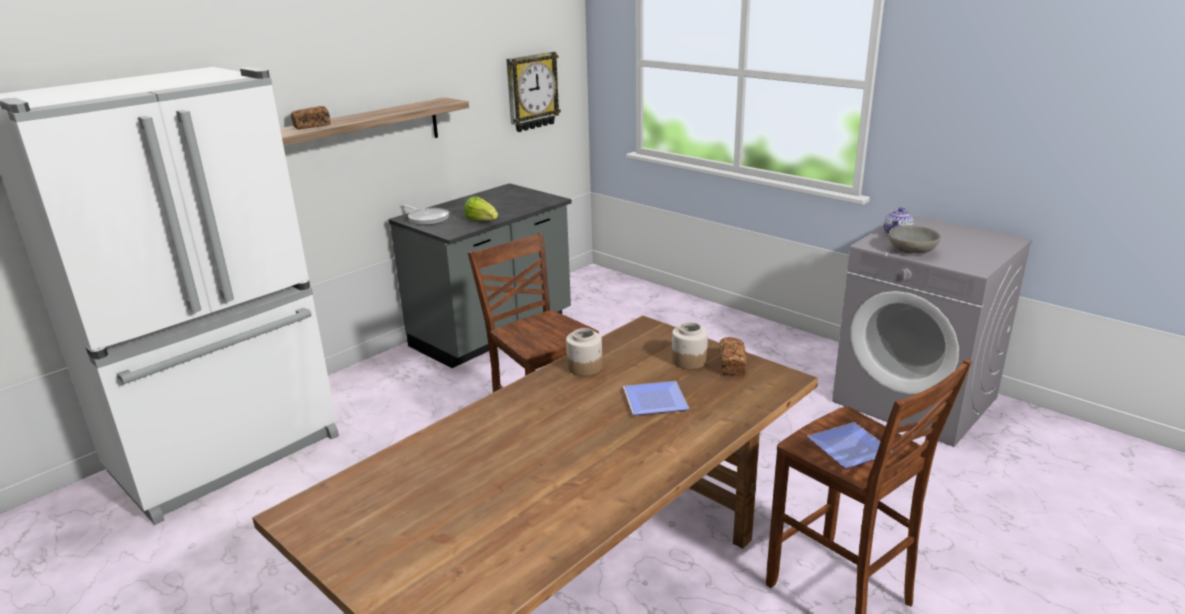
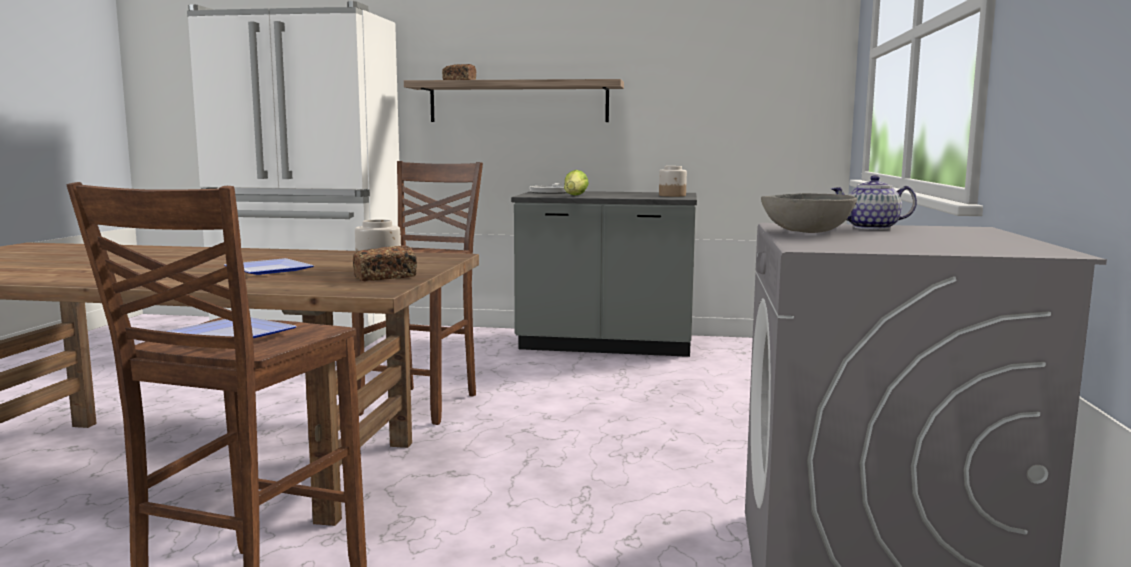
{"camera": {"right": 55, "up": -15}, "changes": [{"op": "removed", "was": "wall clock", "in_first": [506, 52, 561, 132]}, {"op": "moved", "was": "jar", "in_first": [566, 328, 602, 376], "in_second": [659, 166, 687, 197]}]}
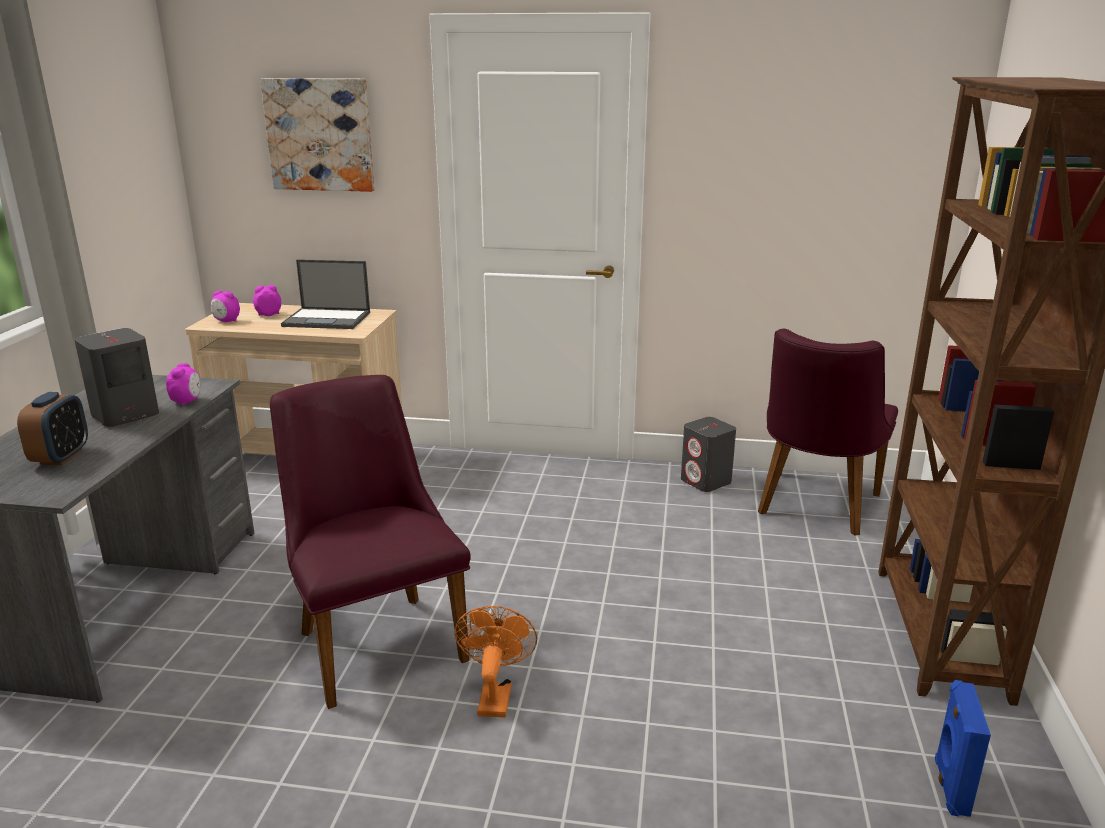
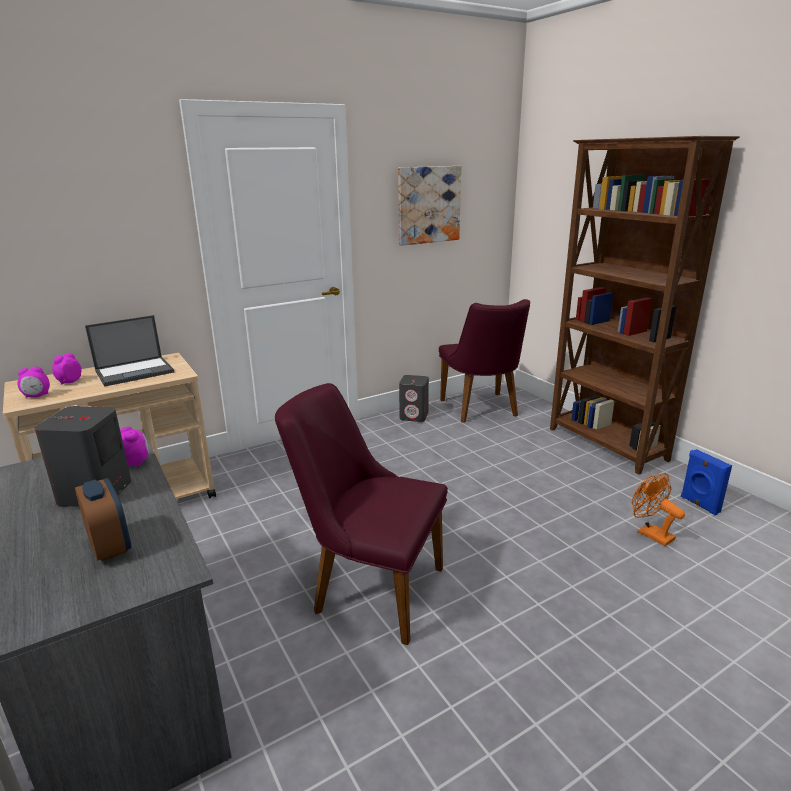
{"camera": {"right": -40, "up": 0}, "changes": [{"op": "moved", "was": "picture", "in_first": [260, 78, 375, 192], "in_second": [398, 166, 461, 246]}, {"op": "moved", "was": "orange fan", "in_first": [454, 606, 537, 718], "in_second": [632, 473, 685, 546]}]}
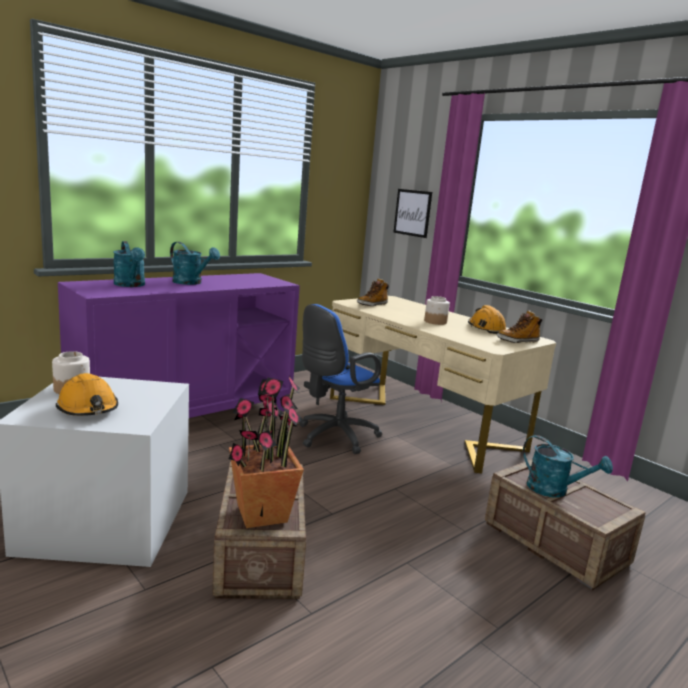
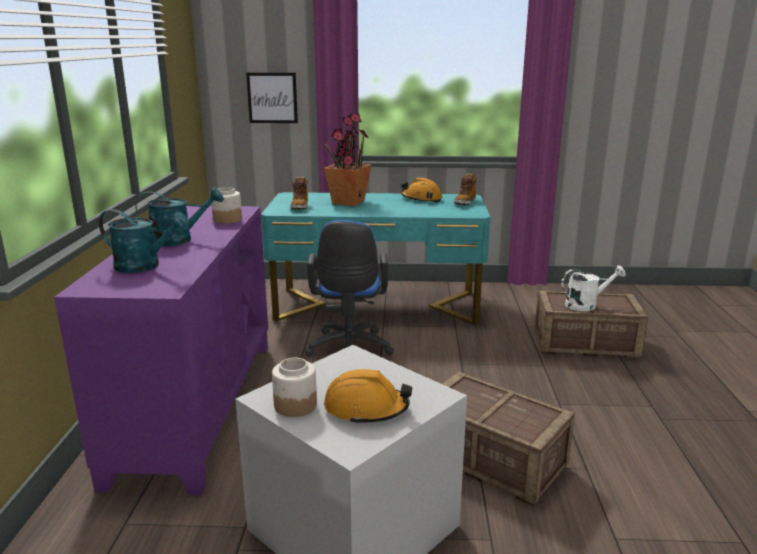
{"camera": {"right": -45, "up": 5}, "changes": [{"op": "moved", "was": "potted plant", "in_first": [229, 376, 304, 528], "in_second": [324, 114, 371, 206]}, {"op": "recoloured", "was": "beige desk", "now": "turquoise desk", "in_first": [330, 296, 556, 473], "in_second": [261, 192, 491, 325]}, {"op": "moved", "was": "jar", "in_first": [424, 296, 450, 325], "in_second": [211, 187, 242, 224]}, {"op": "recoloured", "was": "turquoise watering can", "now": "white watering can", "in_first": [523, 435, 613, 498], "in_second": [561, 265, 626, 311]}]}
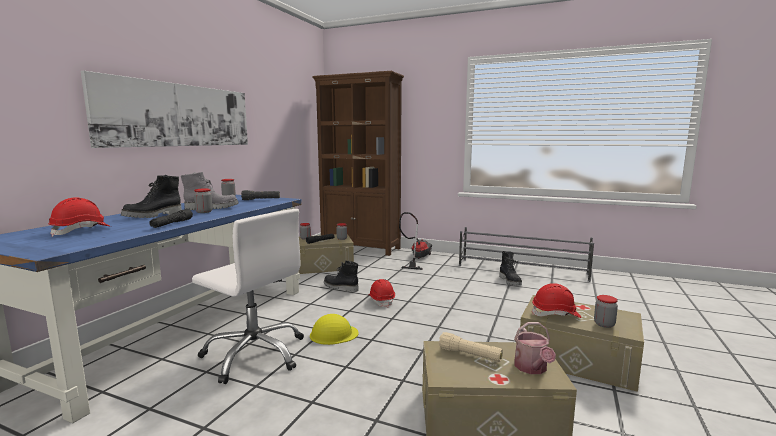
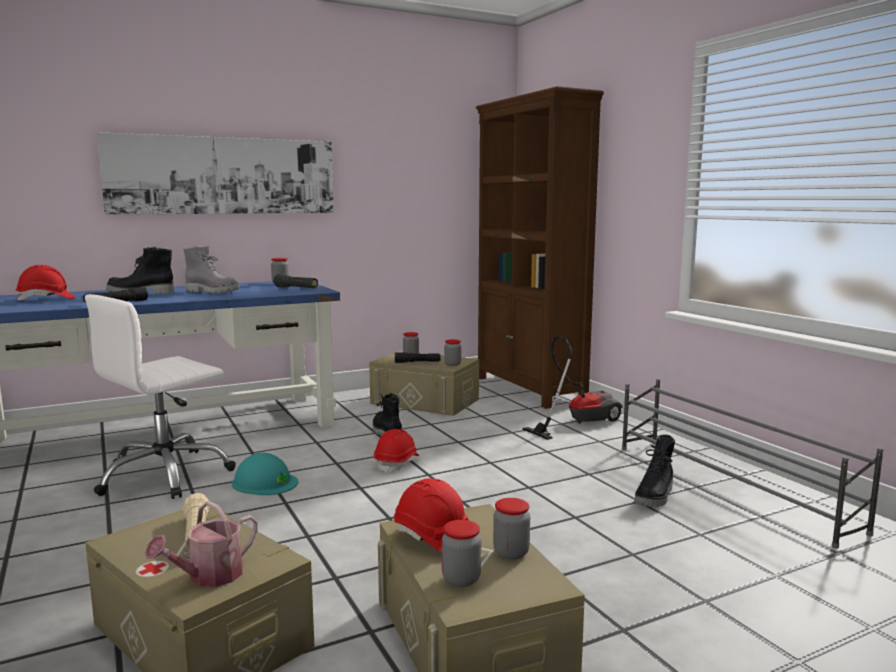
{"camera": {"right": 40, "up": 0}, "changes": [{"op": "turned", "was": "white office chair", "in_first": [192, 209, 304, 384], "in_second": [85, 294, 236, 499], "clockwise": 60}, {"op": "moved", "was": "jar", "in_first": [194, 188, 213, 213], "in_second": [493, 498, 530, 560]}, {"op": "recoloured", "was": "yellow hard hat", "now": "turquoise hard hat", "in_first": [310, 314, 359, 345], "in_second": [232, 453, 298, 495]}]}
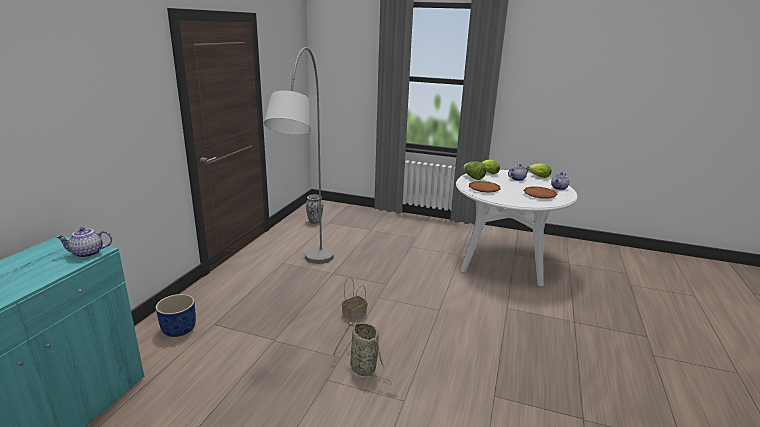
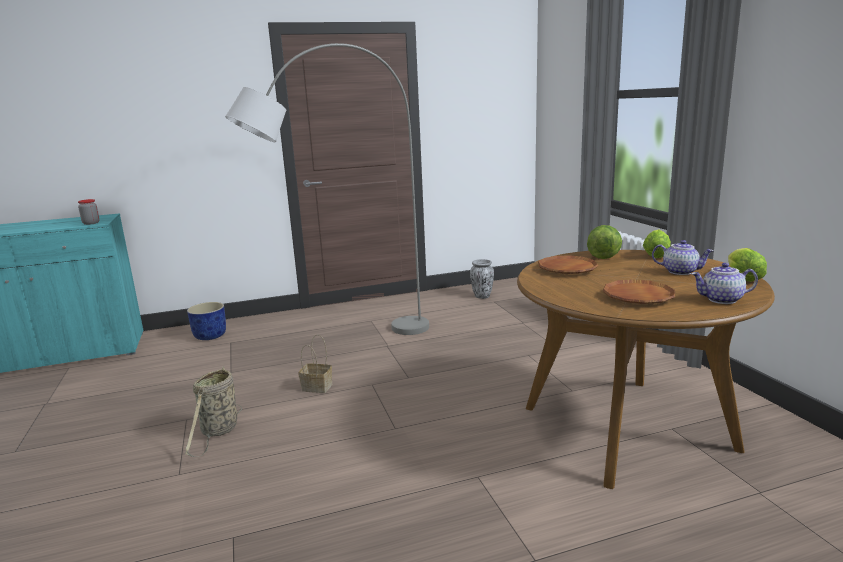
{"camera": {"right": 55, "up": -5}, "changes": [{"op": "replaced", "was": "teapot", "now": "jar", "in_first": [56, 227, 112, 258], "in_second": [78, 199, 100, 225]}, {"op": "recoloured", "was": "white dining table", "now": "brown dining table", "in_first": [456, 170, 578, 286], "in_second": [517, 250, 775, 489]}]}
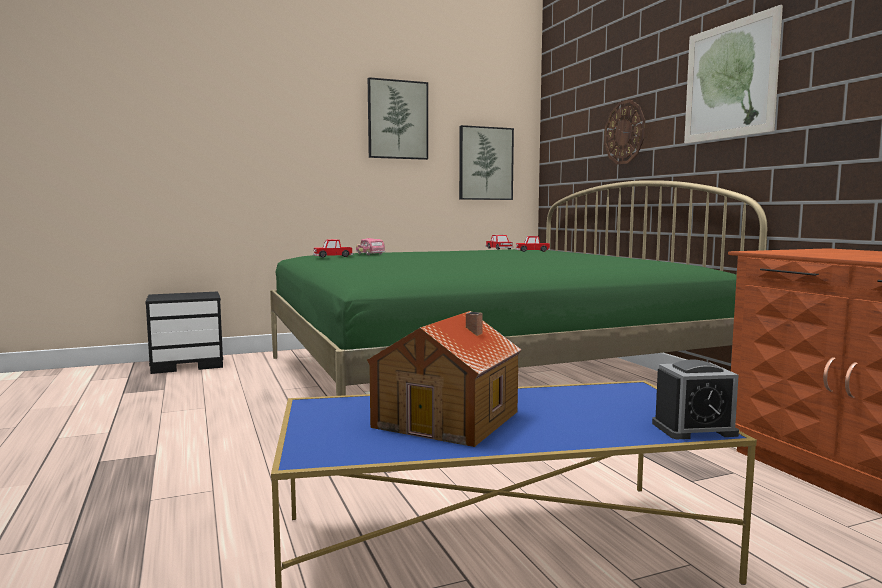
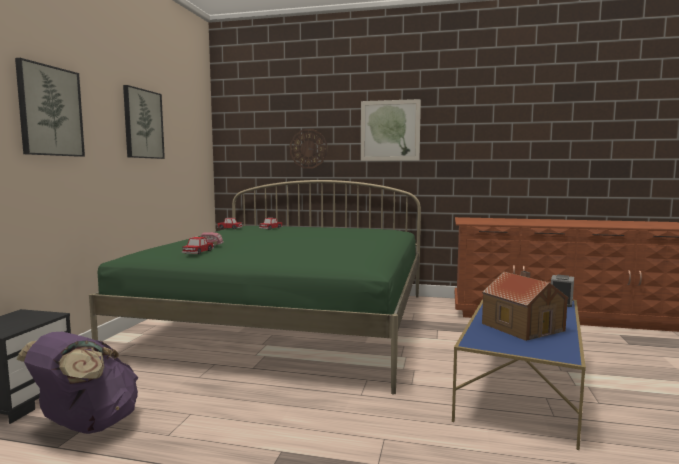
{"camera": {"right": -55, "up": 0}, "changes": [{"op": "moved", "was": "picture", "in_first": [459, 125, 514, 200], "in_second": [15, 58, 85, 157]}, {"op": "added", "now": "purple backpack", "in_second": [16, 332, 138, 434]}]}
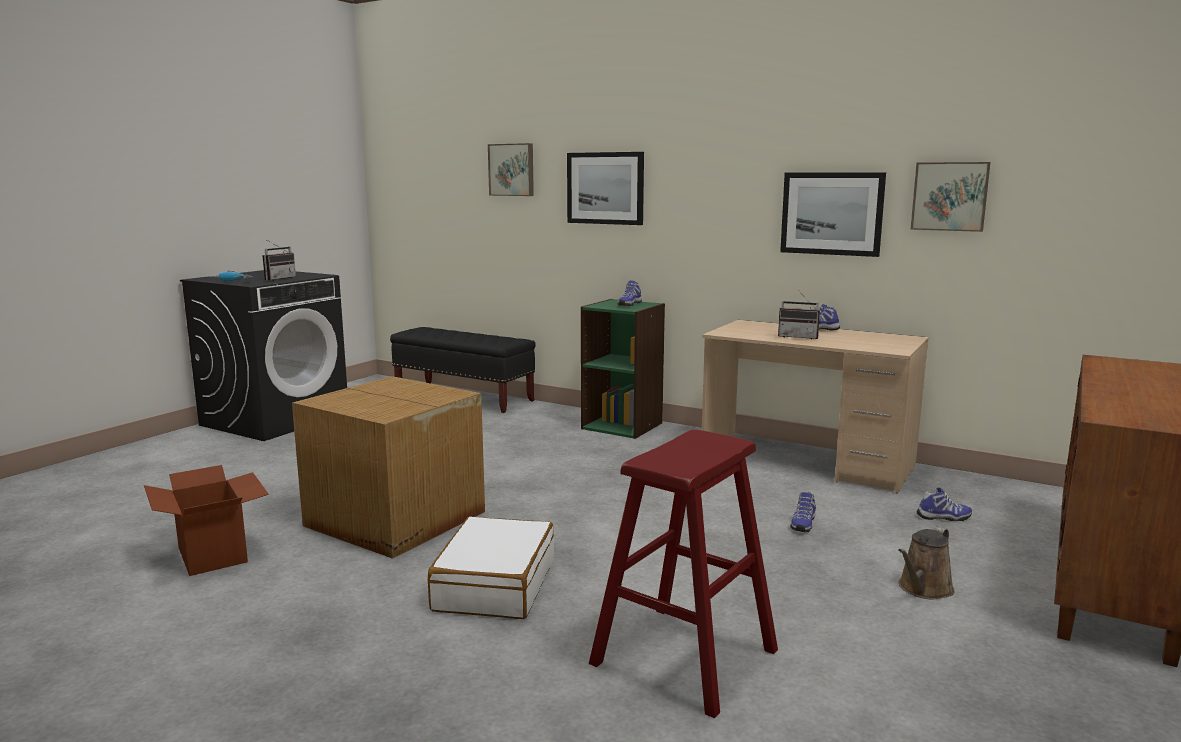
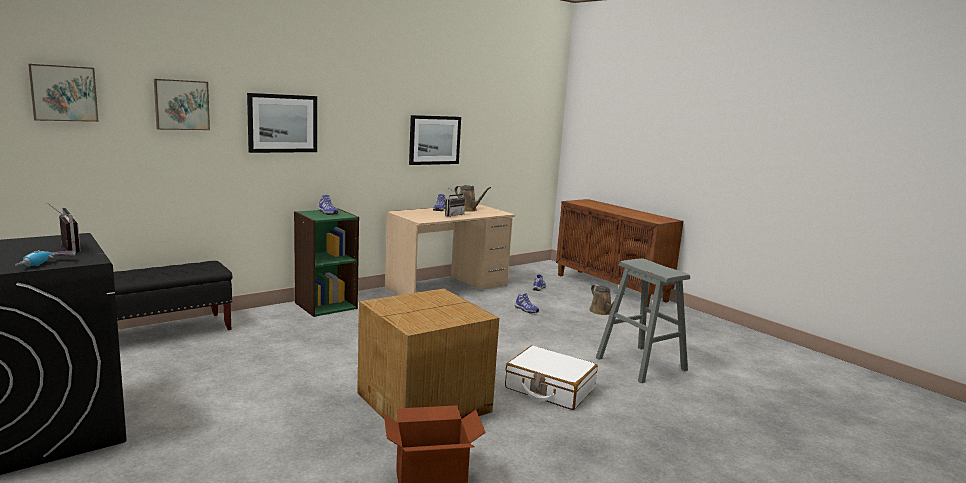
{"camera": {"right": -70, "up": 0}, "changes": [{"op": "recoloured", "was": "red stool", "now": "grey stool", "in_first": [589, 430, 778, 718], "in_second": [596, 258, 690, 383]}, {"op": "moved", "was": "picture", "in_first": [911, 162, 991, 232], "in_second": [28, 64, 99, 122]}, {"op": "added", "now": "brown watering can", "in_second": [455, 185, 491, 212]}]}
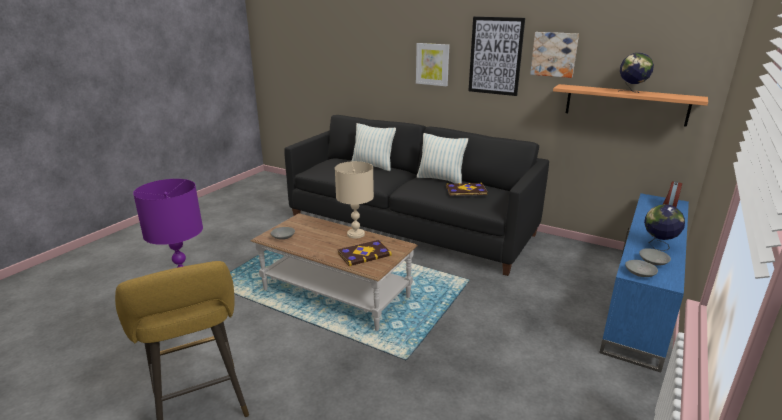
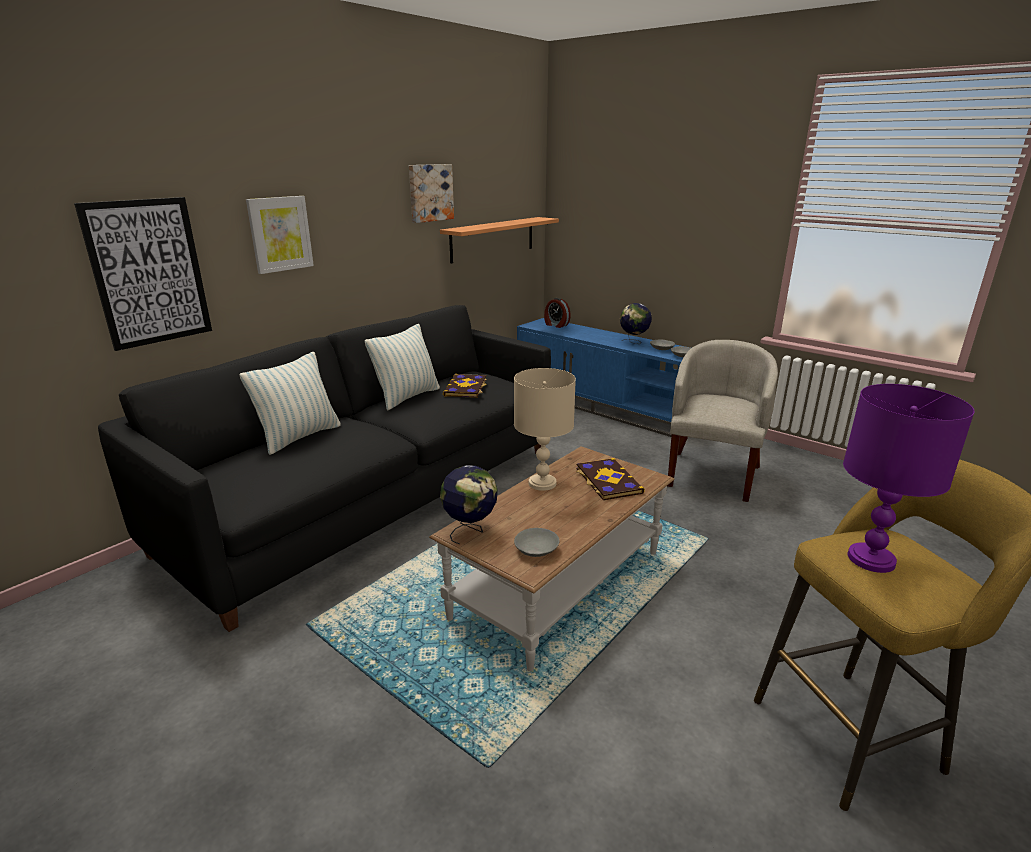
{"camera": {"right": -80, "up": 0}, "changes": [{"op": "moved", "was": "picture", "in_first": [469, 16, 525, 96], "in_second": [74, 197, 212, 351]}, {"op": "moved", "was": "globe", "in_first": [618, 53, 654, 93], "in_second": [440, 465, 498, 545]}, {"op": "added", "now": "beige armchair", "in_second": [667, 340, 778, 502]}]}
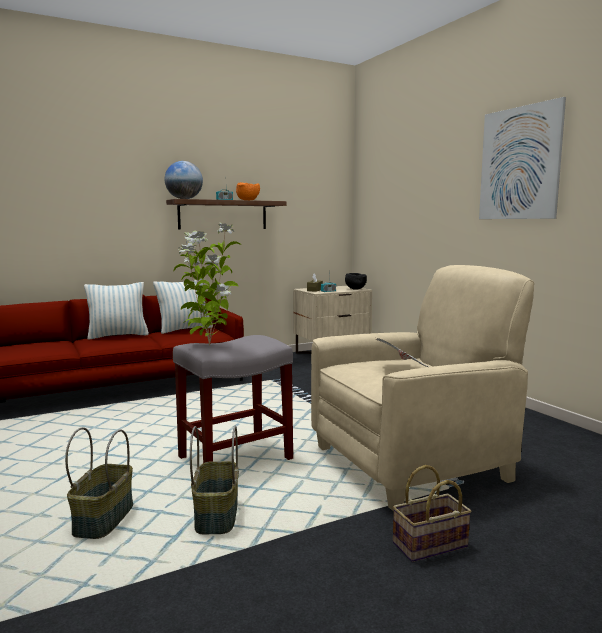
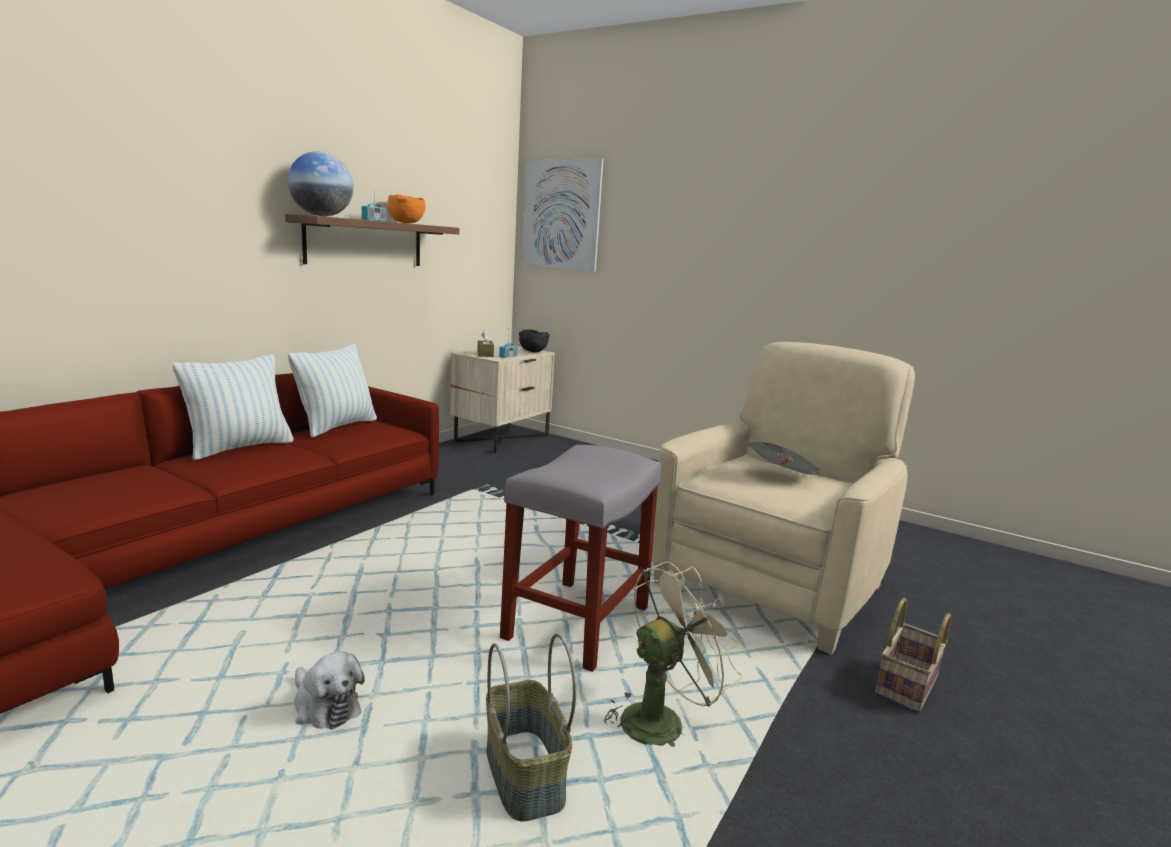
{"camera": {"right": -30, "up": 5}, "changes": [{"op": "removed", "was": "potted plant", "in_first": [173, 223, 241, 345]}, {"op": "replaced", "was": "basket", "now": "beige fan", "in_first": [190, 426, 239, 534], "in_second": [604, 561, 742, 747]}, {"op": "moved", "was": "picture", "in_first": [479, 97, 566, 219], "in_second": [522, 159, 604, 272]}, {"op": "added", "now": "plush toy", "in_second": [294, 651, 364, 730]}]}
